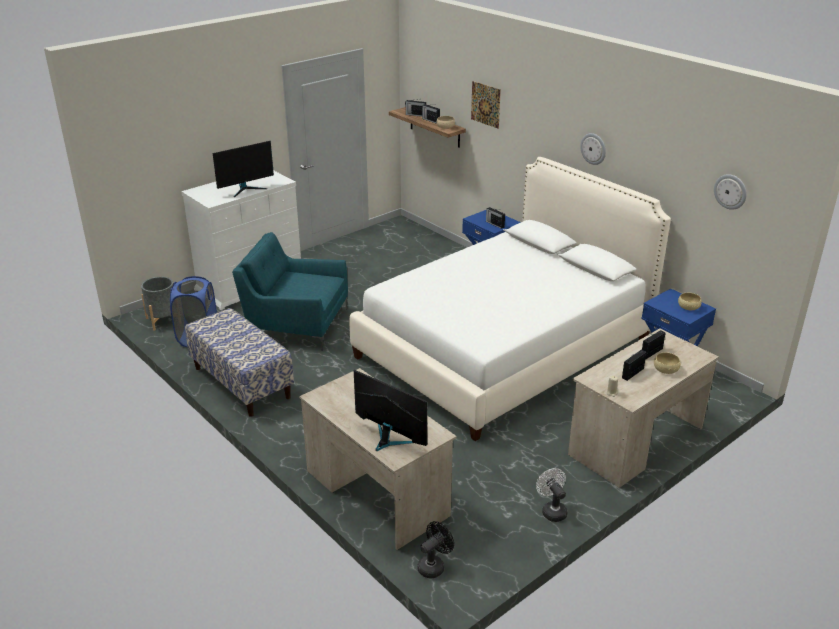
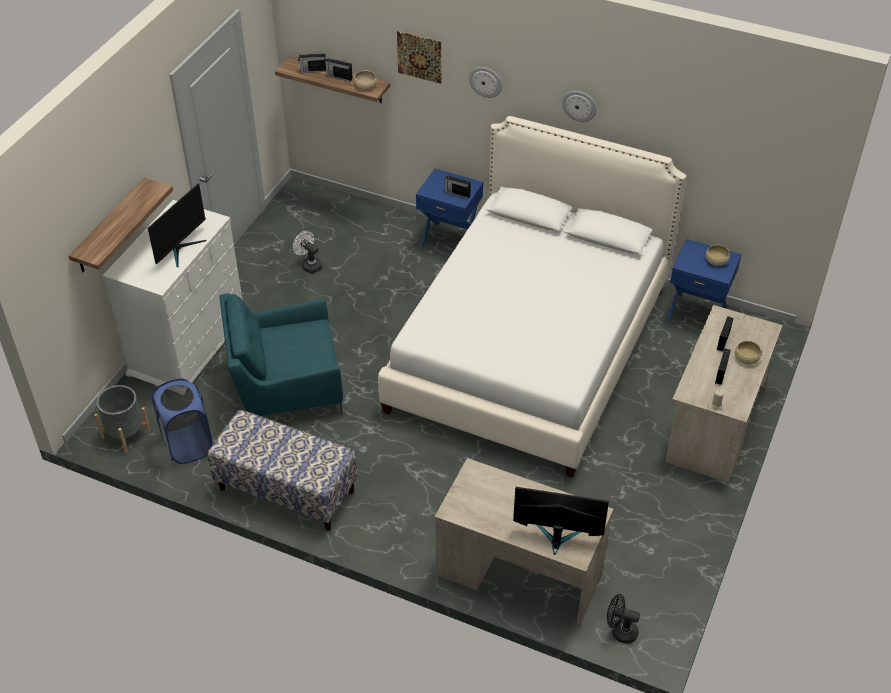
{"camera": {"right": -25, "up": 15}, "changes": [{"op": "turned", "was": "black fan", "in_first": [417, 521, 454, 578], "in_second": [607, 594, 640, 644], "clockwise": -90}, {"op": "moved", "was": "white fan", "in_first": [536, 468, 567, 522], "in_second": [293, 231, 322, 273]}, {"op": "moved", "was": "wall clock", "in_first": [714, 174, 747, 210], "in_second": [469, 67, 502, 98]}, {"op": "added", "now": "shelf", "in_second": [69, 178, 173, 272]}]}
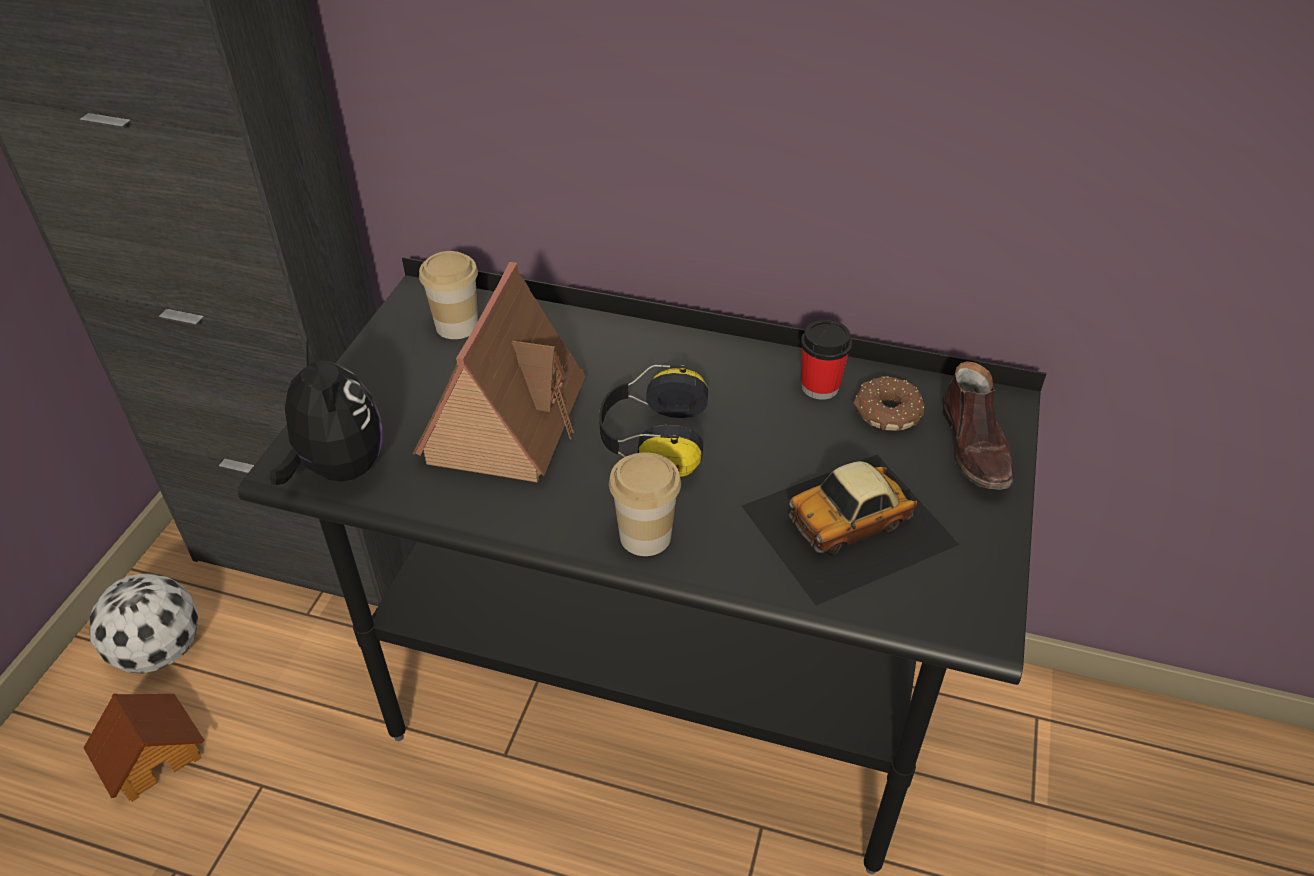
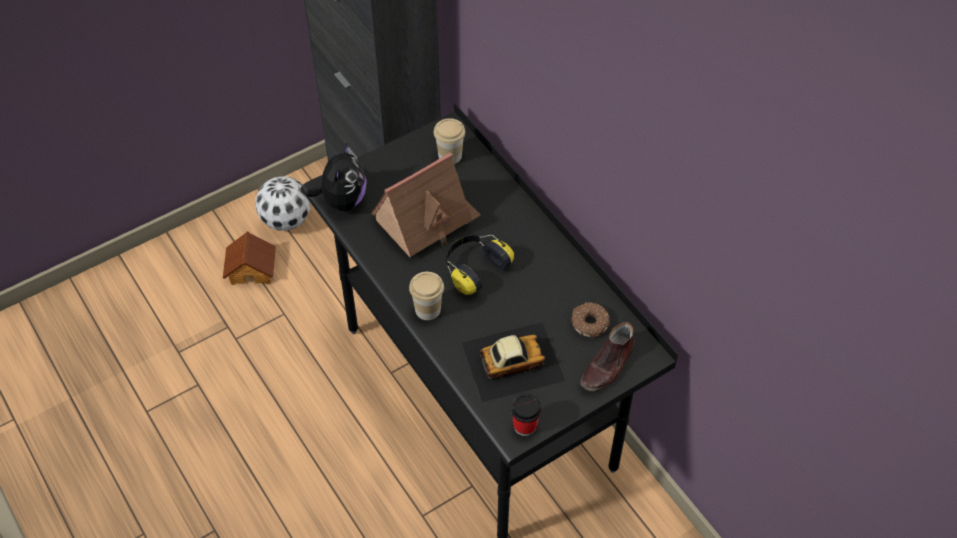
{"camera": {"right": 40, "up": 10}, "changes": [{"op": "turned", "was": "toy car", "in_first": [742, 455, 960, 606], "in_second": [462, 322, 565, 402], "clockwise": 150}, {"op": "moved", "was": "cup", "in_first": [801, 319, 852, 400], "in_second": [511, 394, 541, 436]}]}
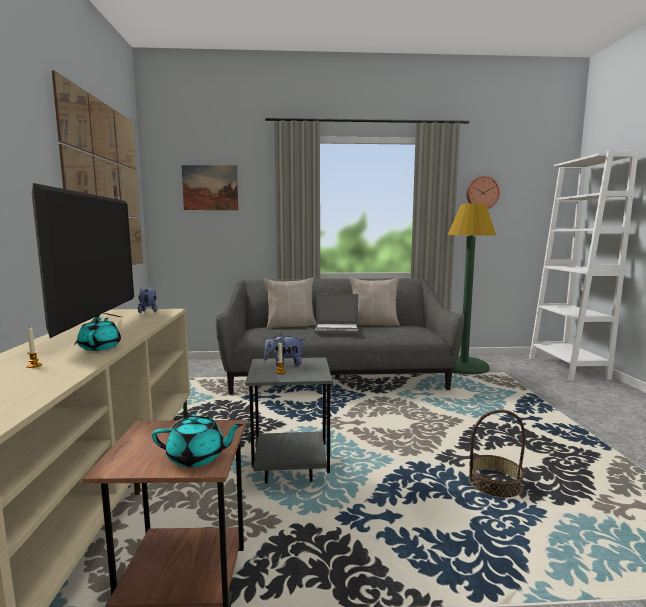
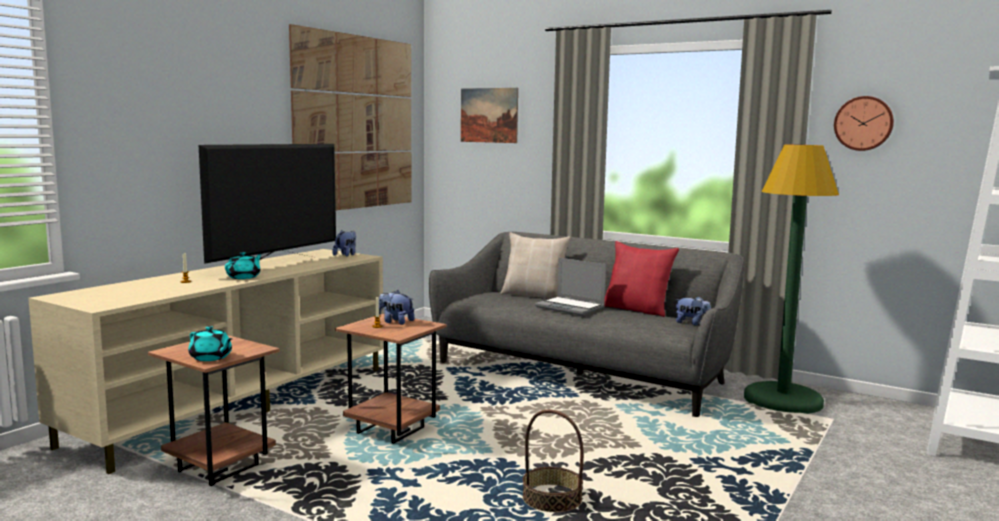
{"camera": {"right": 35, "up": 0}, "changes": [{"op": "recoloured", "was": "grey side table", "now": "brown side table", "in_first": [245, 357, 333, 483], "in_second": [335, 313, 447, 444]}, {"op": "recoloured", "was": "beige pillow", "now": "red pillow", "in_first": [350, 277, 400, 326], "in_second": [604, 241, 679, 317]}, {"op": "added", "now": "plush toy", "in_second": [674, 296, 711, 325]}]}
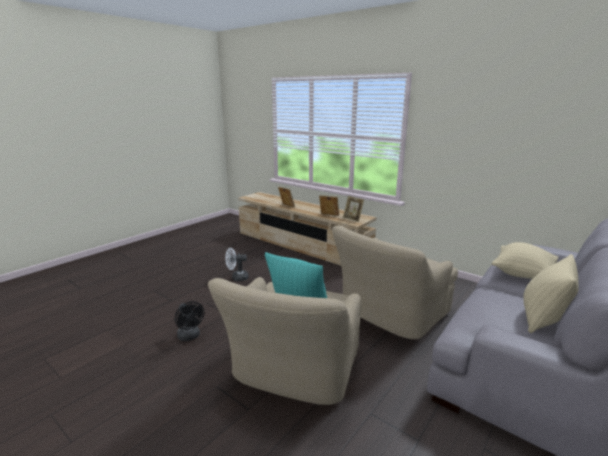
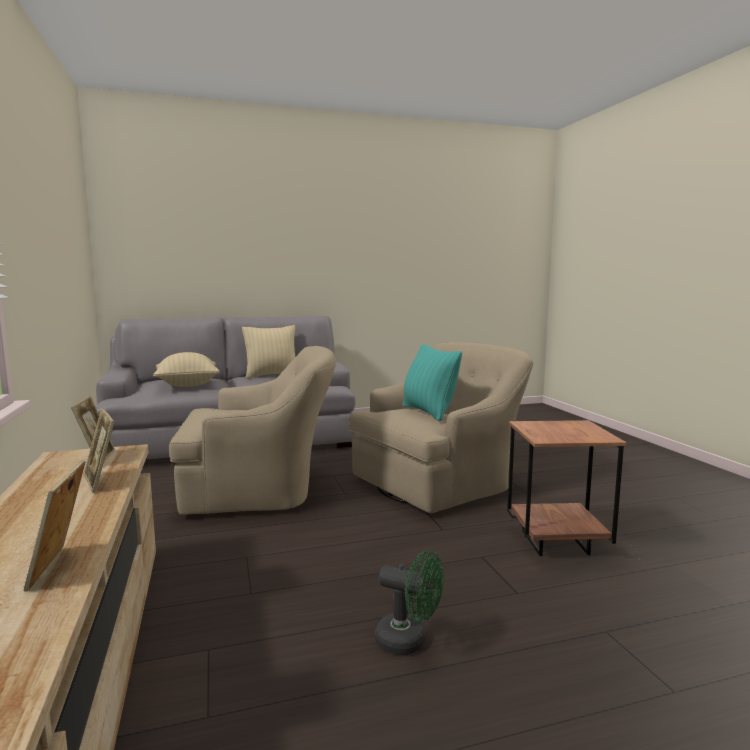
{"camera": {"right": -145, "up": -10}, "changes": [{"op": "replaced", "was": "black fan", "now": "brown side table", "in_first": [175, 301, 204, 341], "in_second": [507, 420, 627, 556]}, {"op": "recoloured", "was": "white fan", "now": "green fan", "in_first": [225, 248, 249, 281], "in_second": [375, 550, 444, 655]}]}
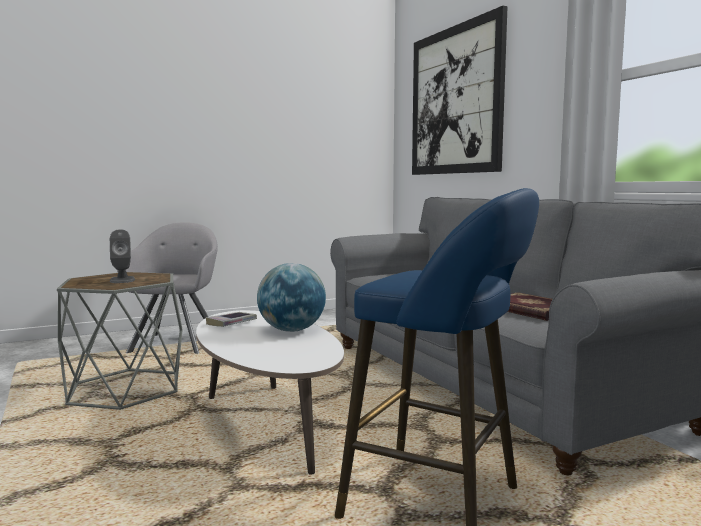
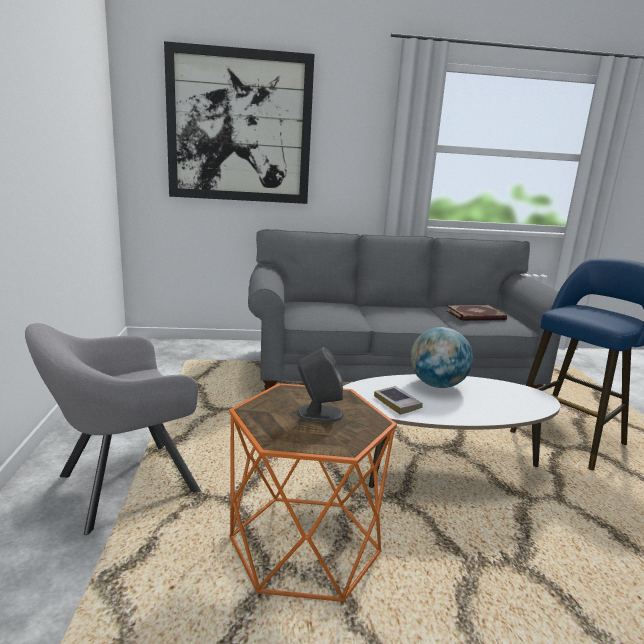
{"camera": {"right": -70, "up": 10}, "changes": [{"op": "recoloured", "was": "grey side table", "now": "orange side table", "in_first": [57, 272, 182, 410], "in_second": [229, 383, 397, 602]}, {"op": "turned", "was": "grey armchair", "in_first": [117, 222, 218, 354], "in_second": [25, 323, 201, 535], "clockwise": -60}]}
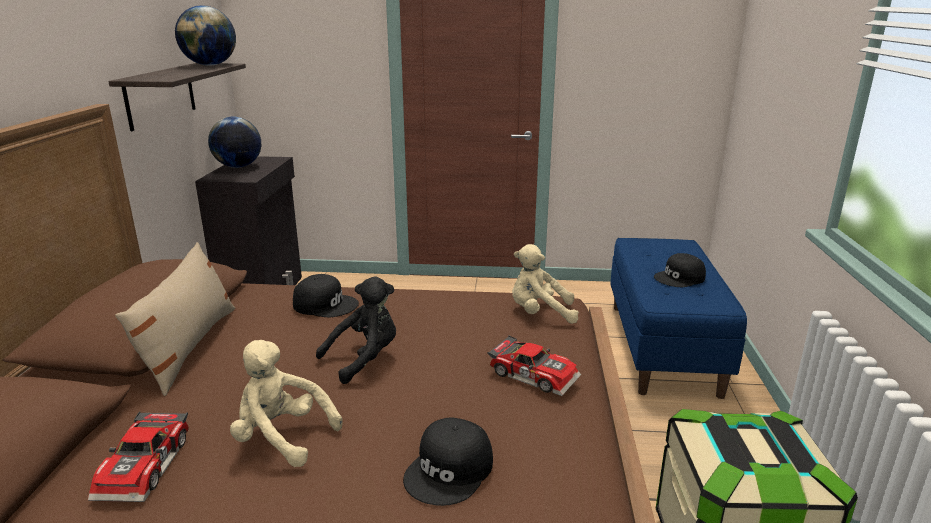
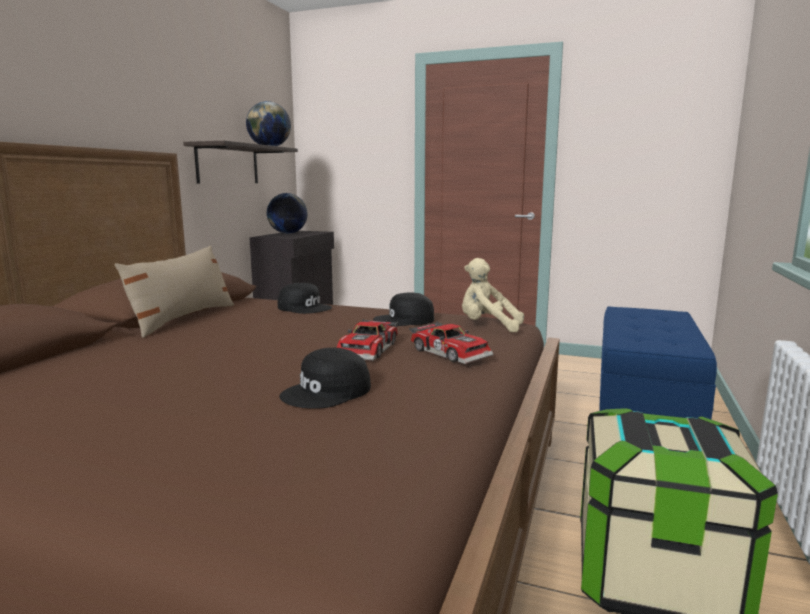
{"camera": {"right": 15, "up": -10}, "changes": [{"op": "moved", "was": "toy car", "in_first": [88, 411, 189, 502], "in_second": [337, 319, 398, 361]}, {"op": "removed", "was": "beige plush toy", "in_first": [230, 340, 343, 467]}, {"op": "removed", "was": "black plush toy", "in_first": [316, 276, 396, 384]}, {"op": "moved", "was": "black cap", "in_first": [654, 253, 706, 287], "in_second": [373, 292, 434, 326]}]}
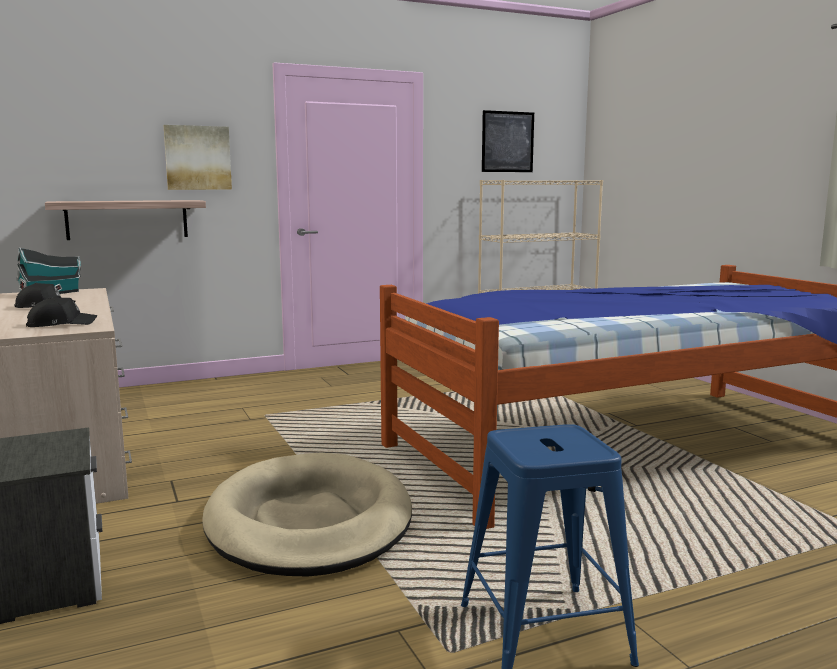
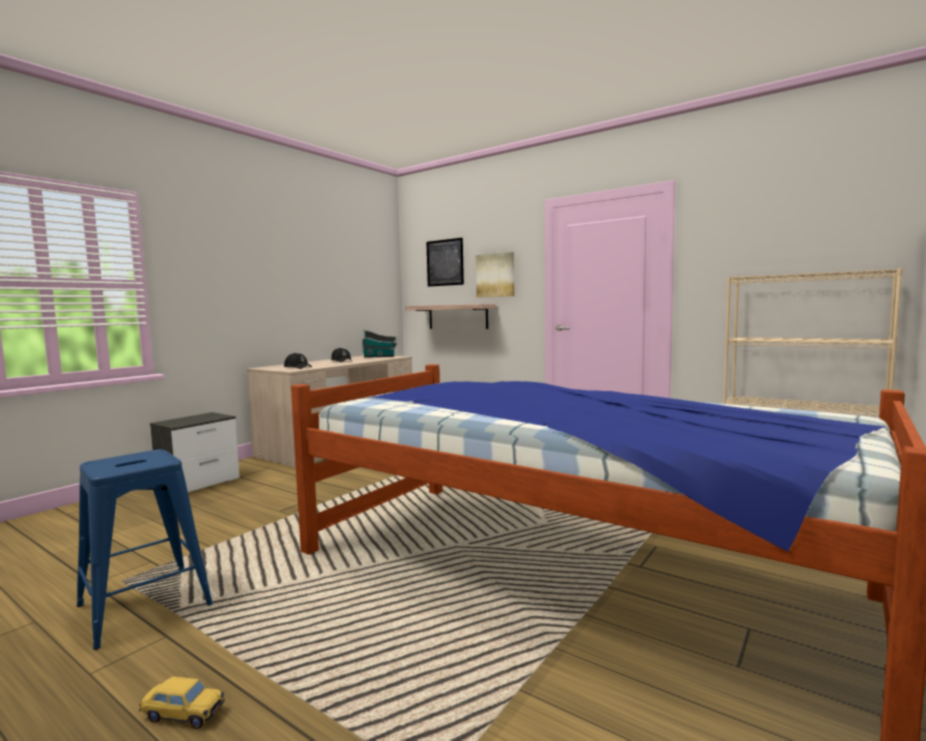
{"camera": {"right": 60, "up": -5}, "changes": [{"op": "removed", "was": "beige dog bed", "in_first": [202, 452, 412, 577]}, {"op": "moved", "was": "picture", "in_first": [482, 110, 534, 172], "in_second": [426, 238, 464, 287]}, {"op": "added", "now": "toy car", "in_second": [139, 676, 225, 729]}]}
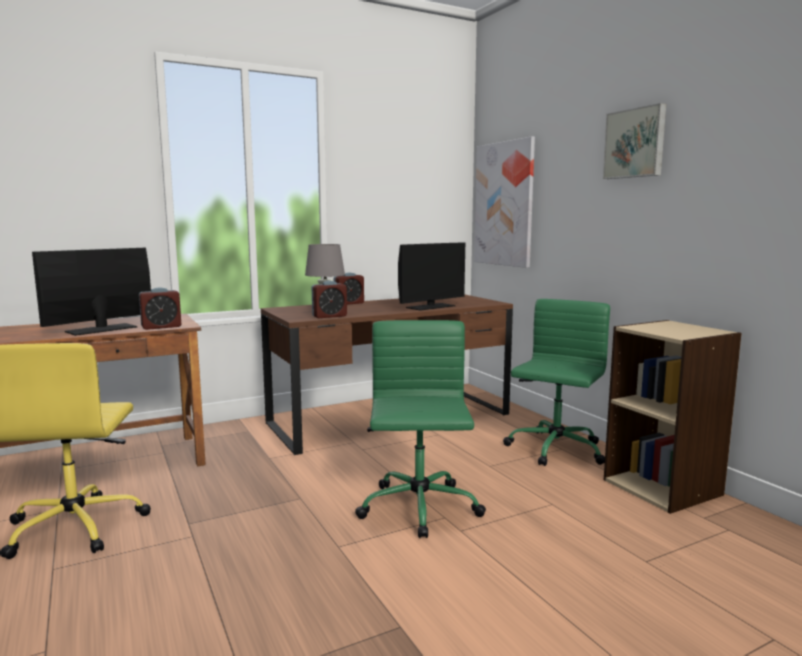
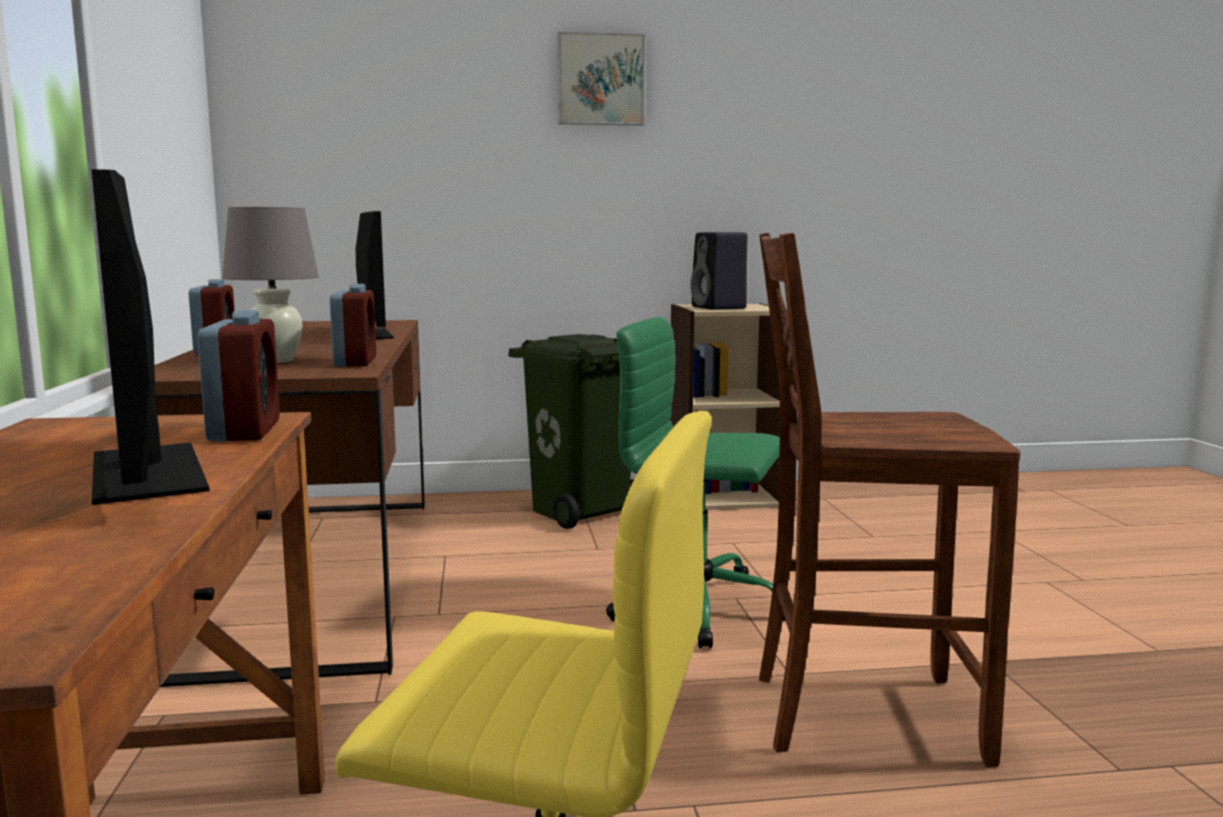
{"camera": {"right": -70, "up": 0}, "changes": [{"op": "removed", "was": "picture", "in_first": [474, 136, 535, 268]}, {"op": "replaced", "was": "green office chair", "now": "green trash can", "in_first": [503, 299, 610, 466], "in_second": [509, 334, 634, 529]}, {"op": "added", "now": "black speaker", "in_second": [691, 232, 748, 310]}, {"op": "added", "now": "brown chair", "in_second": [759, 233, 1020, 767]}]}
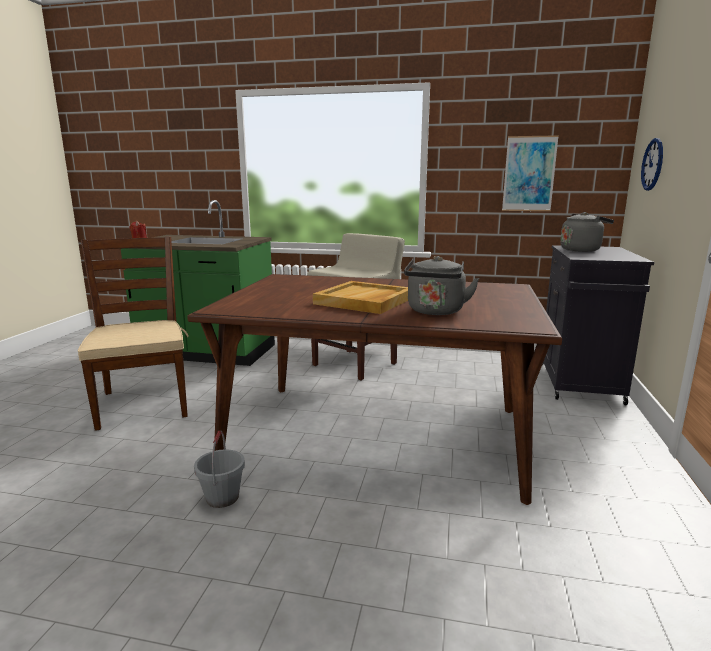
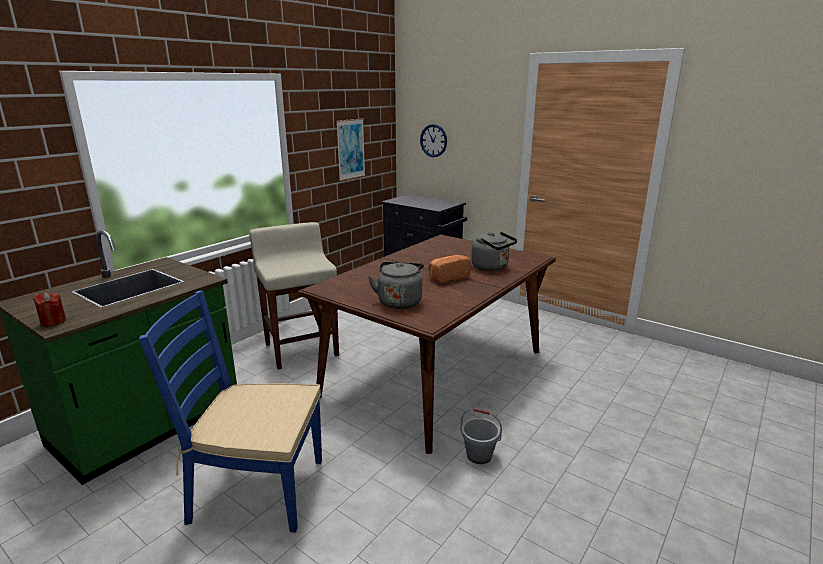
{"camera": {"right": -65, "up": 5}, "changes": [{"op": "recoloured", "was": "brown chair", "now": "blue chair", "in_first": [78, 237, 189, 431], "in_second": [139, 291, 322, 533]}, {"op": "replaced", "was": "beige tray", "now": "bread", "in_first": [313, 281, 408, 314], "in_second": [428, 255, 471, 284]}, {"op": "moved", "was": "grey kettle", "in_first": [560, 212, 614, 252], "in_second": [368, 262, 424, 309]}]}
